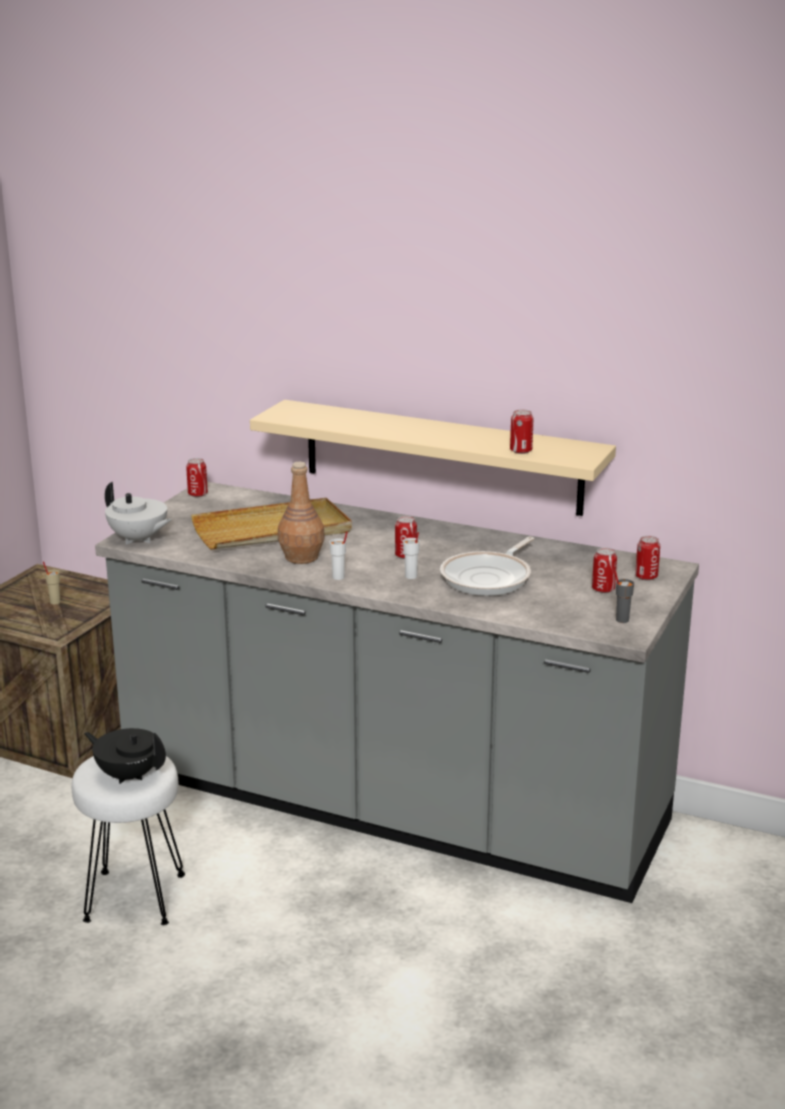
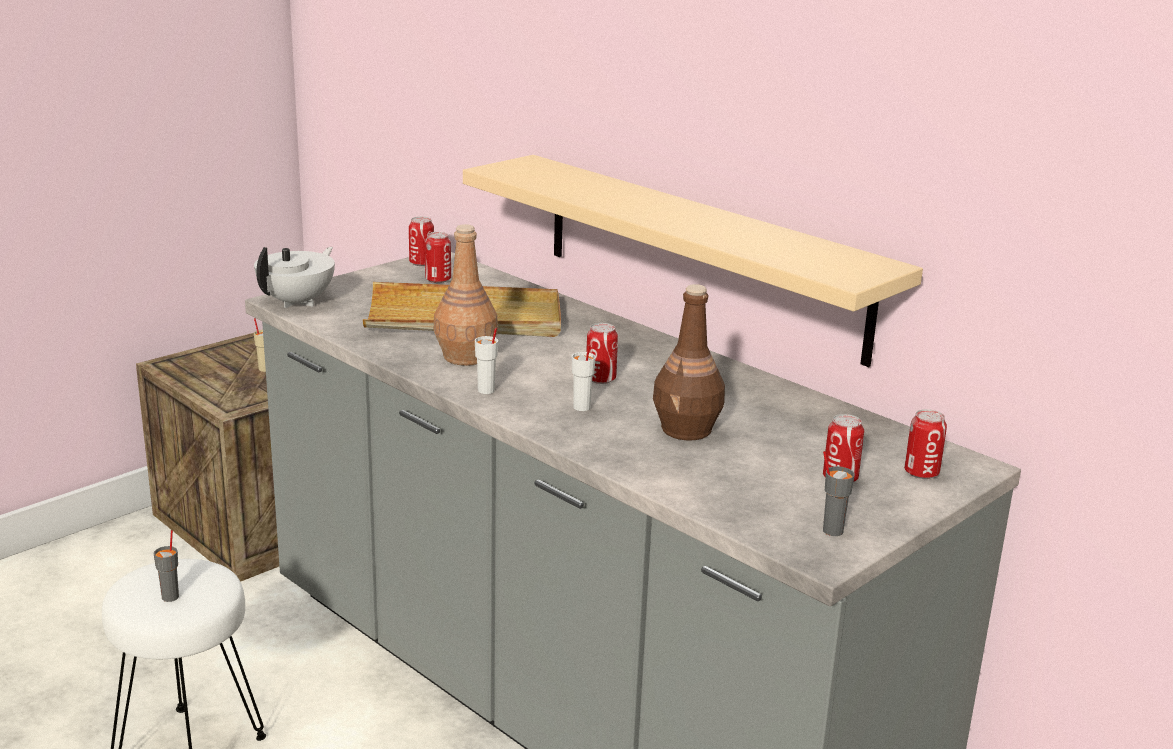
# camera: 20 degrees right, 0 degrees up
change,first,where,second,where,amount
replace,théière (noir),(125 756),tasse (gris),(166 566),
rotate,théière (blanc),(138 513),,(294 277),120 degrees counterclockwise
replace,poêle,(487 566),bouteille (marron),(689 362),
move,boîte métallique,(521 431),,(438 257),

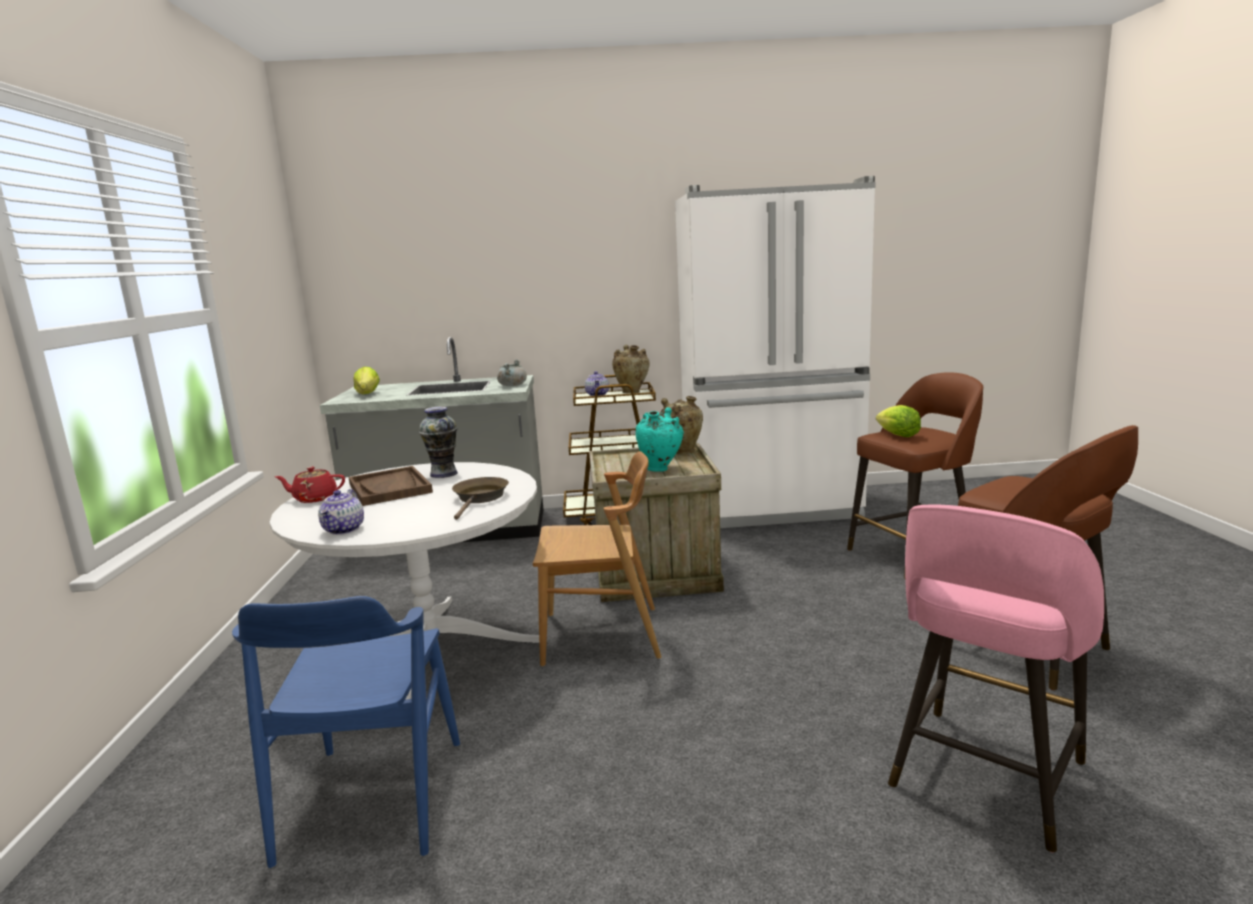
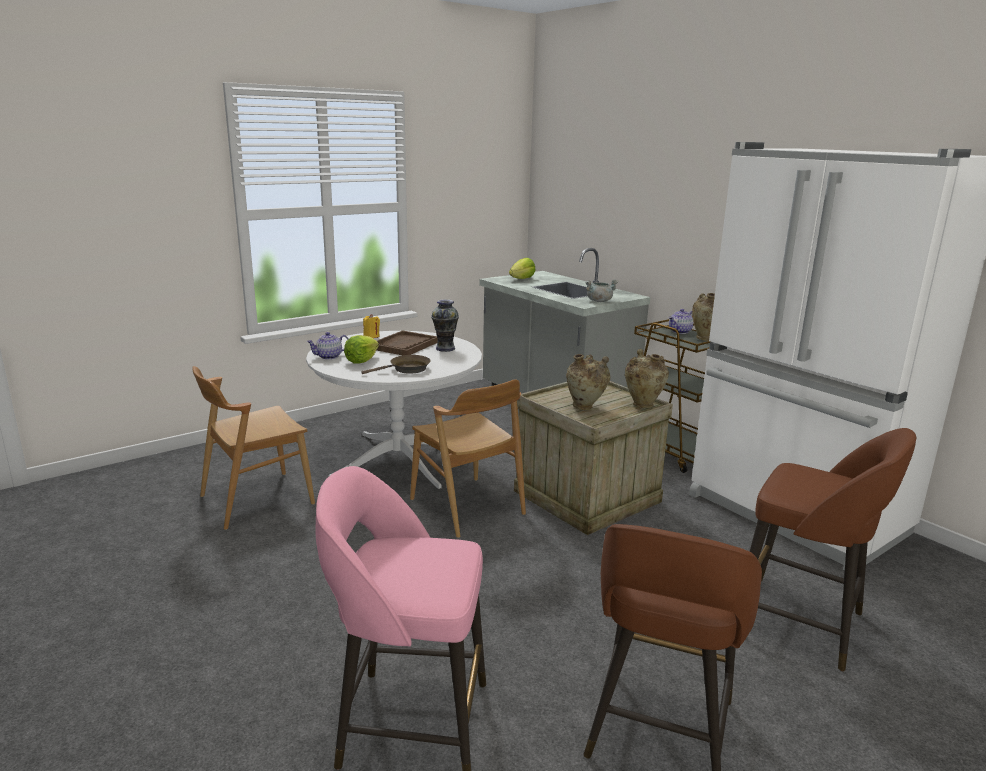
# camera: 55 degrees right, 5 degrees up
change,first,where,second,where,amount
recolor,chaise (bleu),(346 732),chaise (marron),(253 448),
replace,théière (rouge),(310 485),bougie (jaune),(371 326),
recolor,vase (turquoise),(659 439),vase (beige),(588 382),
move,laitue,(898 421),,(361 349),

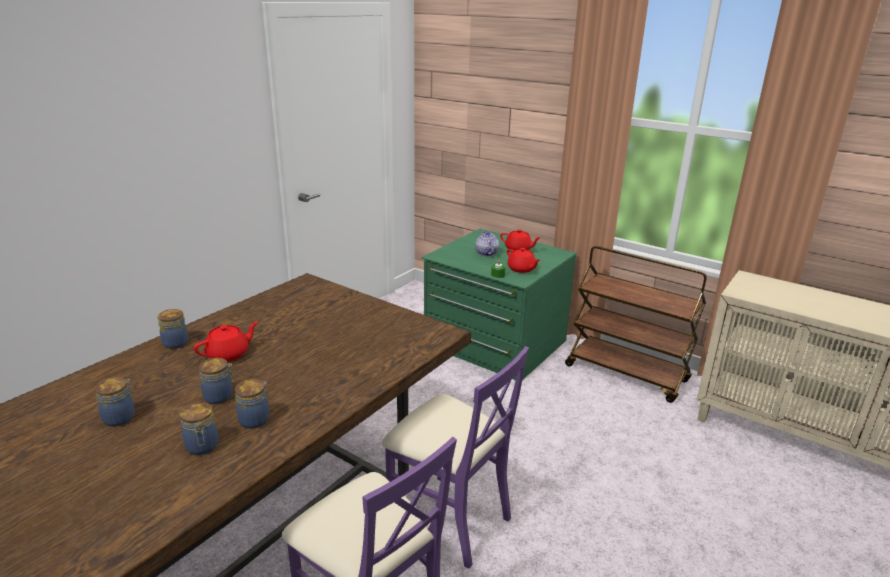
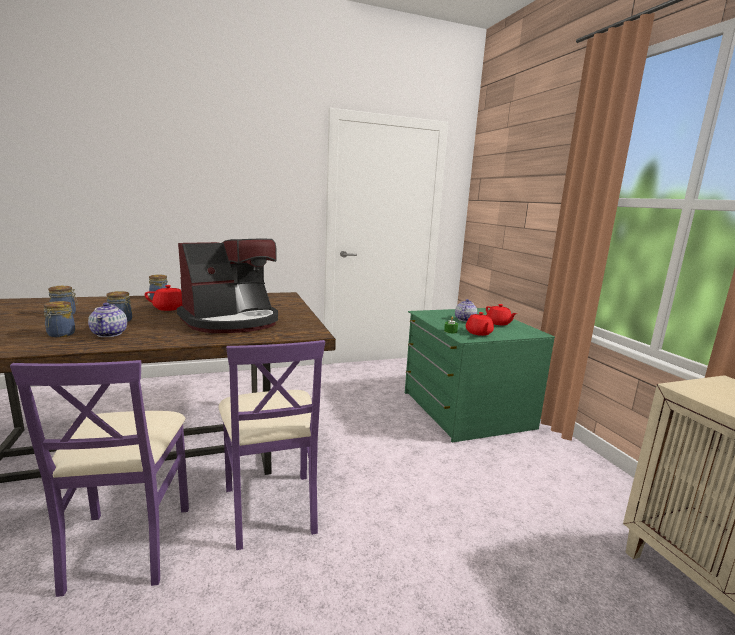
# camera: 35 degrees right, 10 degrees down
change,first,where,second,where,amount
replace,bocal,(252 404),théière,(107 319),
delete,chariot (marron),(636 324),,,
insert,,,machine à café,(227 286),

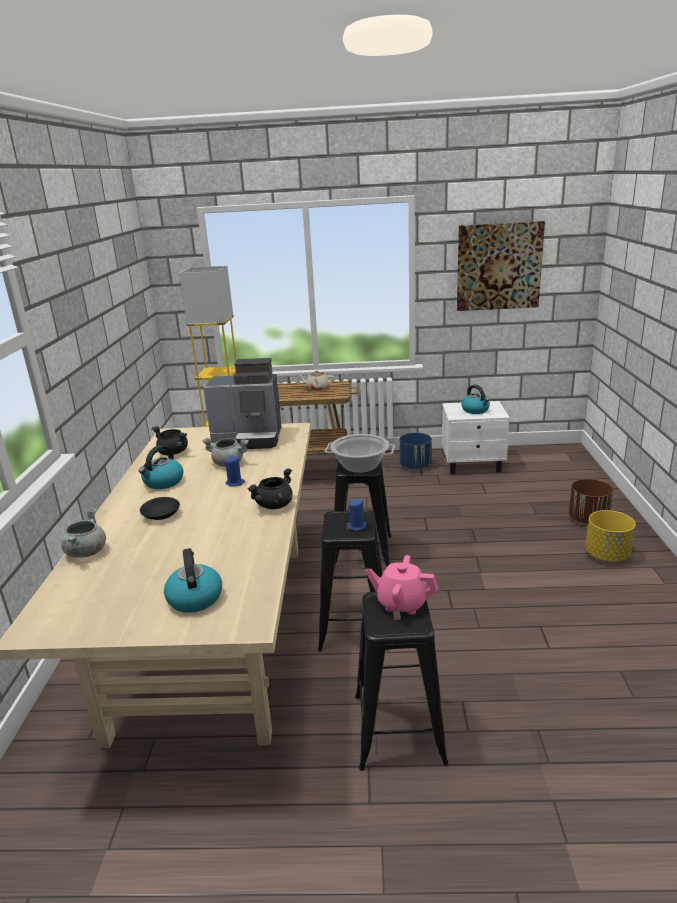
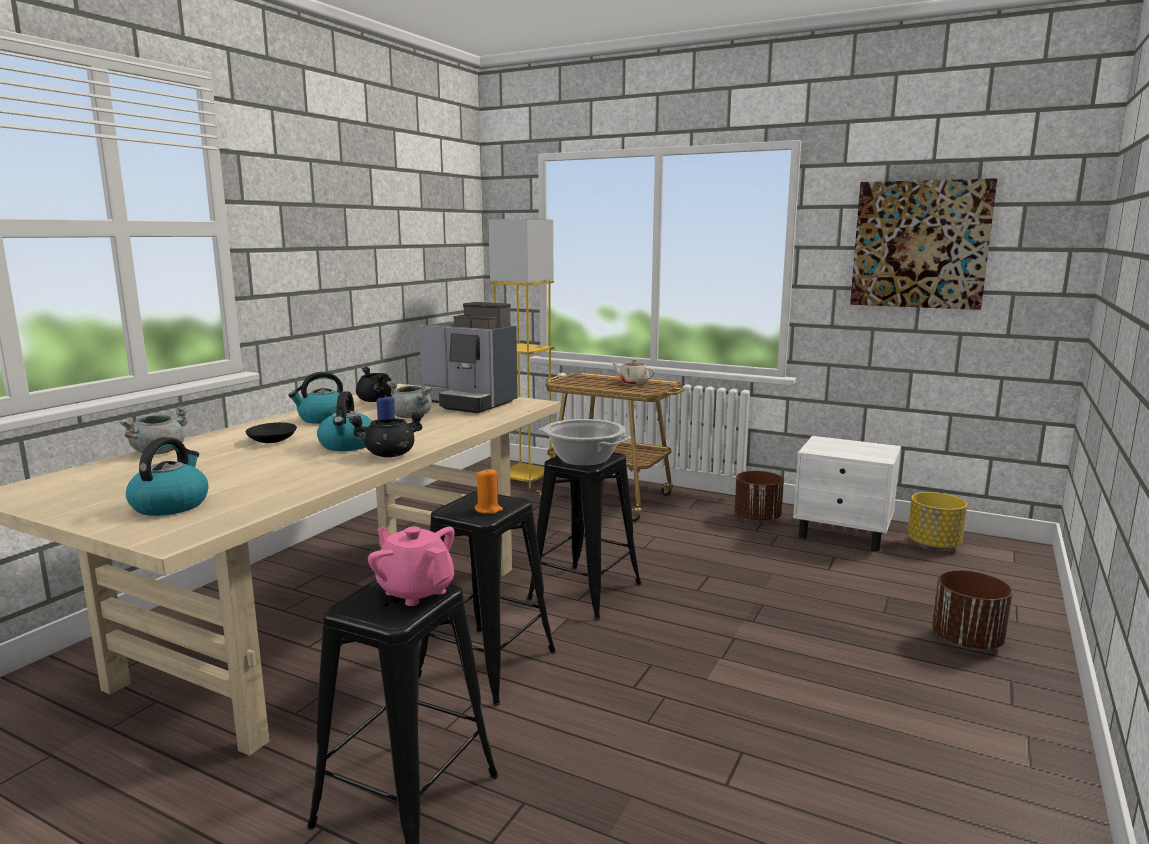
# camera: 25 degrees right, 10 degrees down
change,first,where,second,where,amount
recolor,bougie (bleu),(357 515),bougie (orange),(489 491),
recolor,cache-pot (bleu),(416 451),cache-pot (marron),(759 497),
move,bouilloire,(475 399),,(344 421),
move,cache-pot (jaune),(610 536),,(937 521),

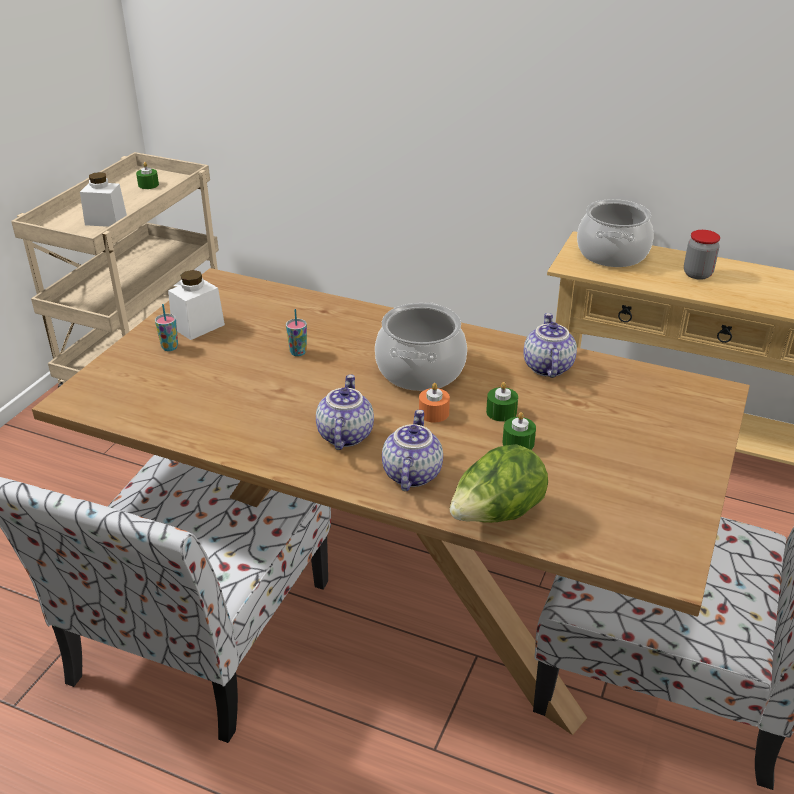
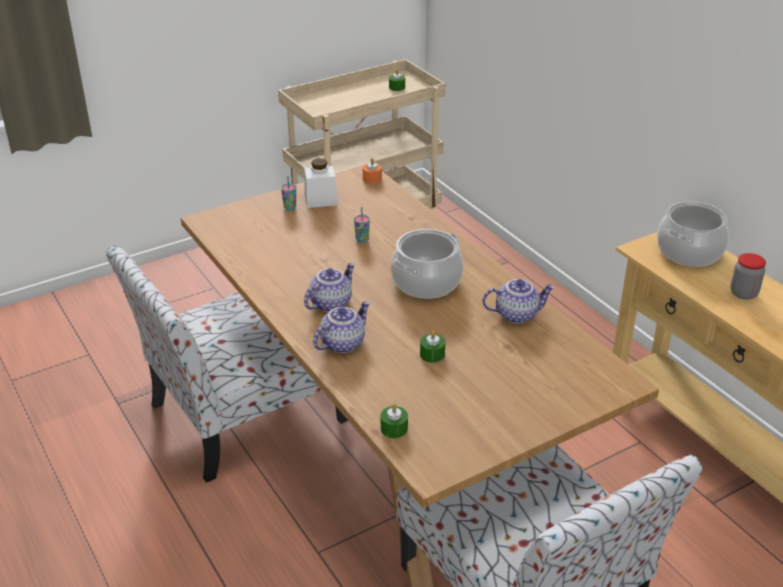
# camera: 35 degrees right, 0 degrees up
change,first,where,second,where,amount
delete,bocal (blanc),(103 199),,,
move,bougie (orange),(434 403),,(372 171),
delete,laitue,(499 483),,,
move,bougie (vert),(502 402),,(394 421),
rotate,théière,(550 345),,(518 301),45 degrees clockwise

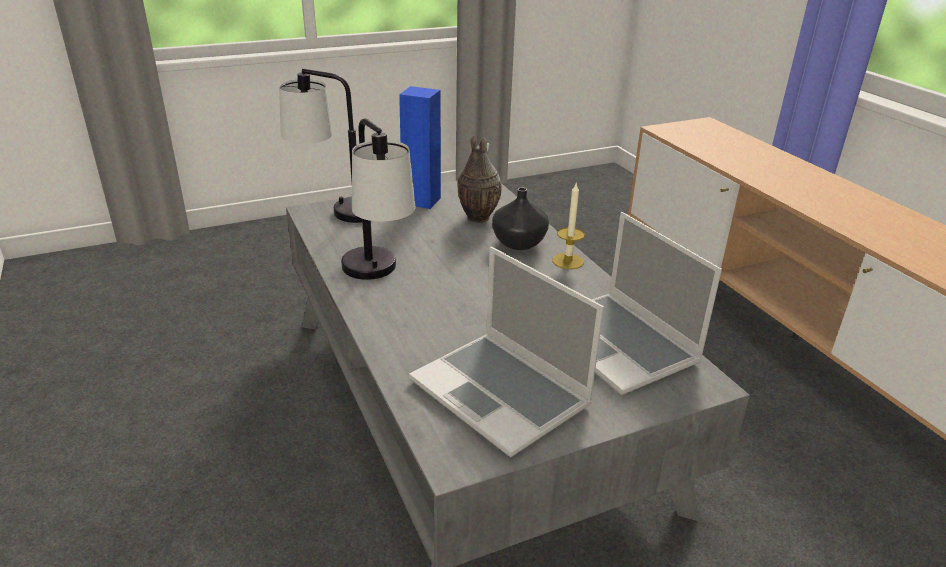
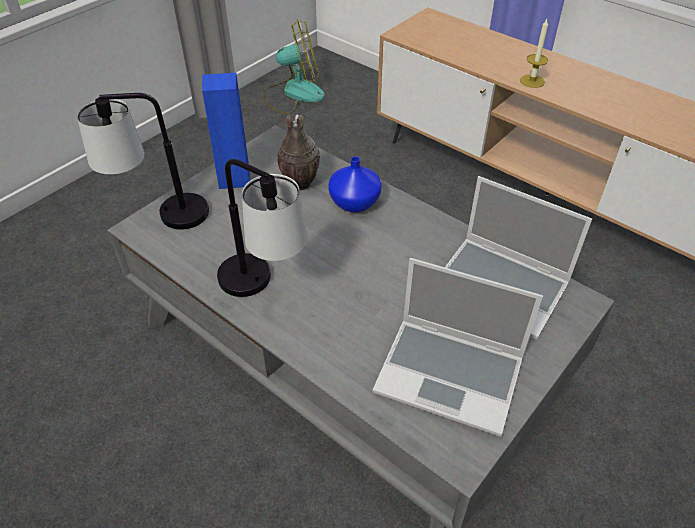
# camera: 25 degrees left, 15 degrees up
change,first,where,second,where,amount
recolor,vase (noir),(520 218),vase (bleu),(355 184),
move,bougie,(568 225),,(534 53),
insert,,,ventilateur,(293 66),

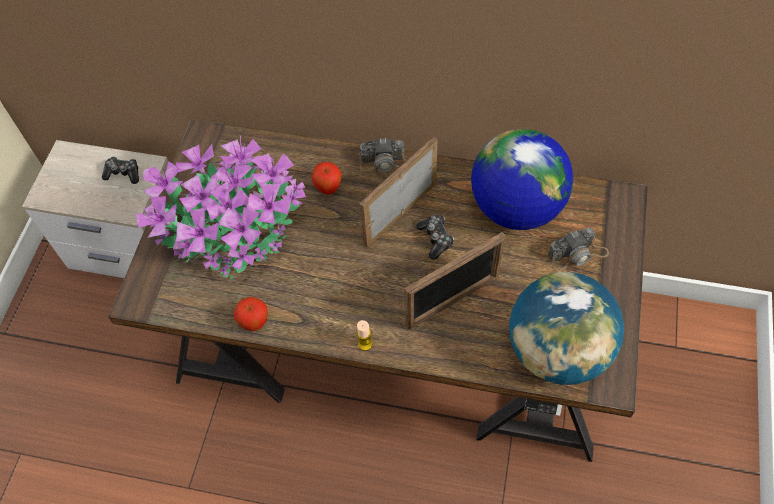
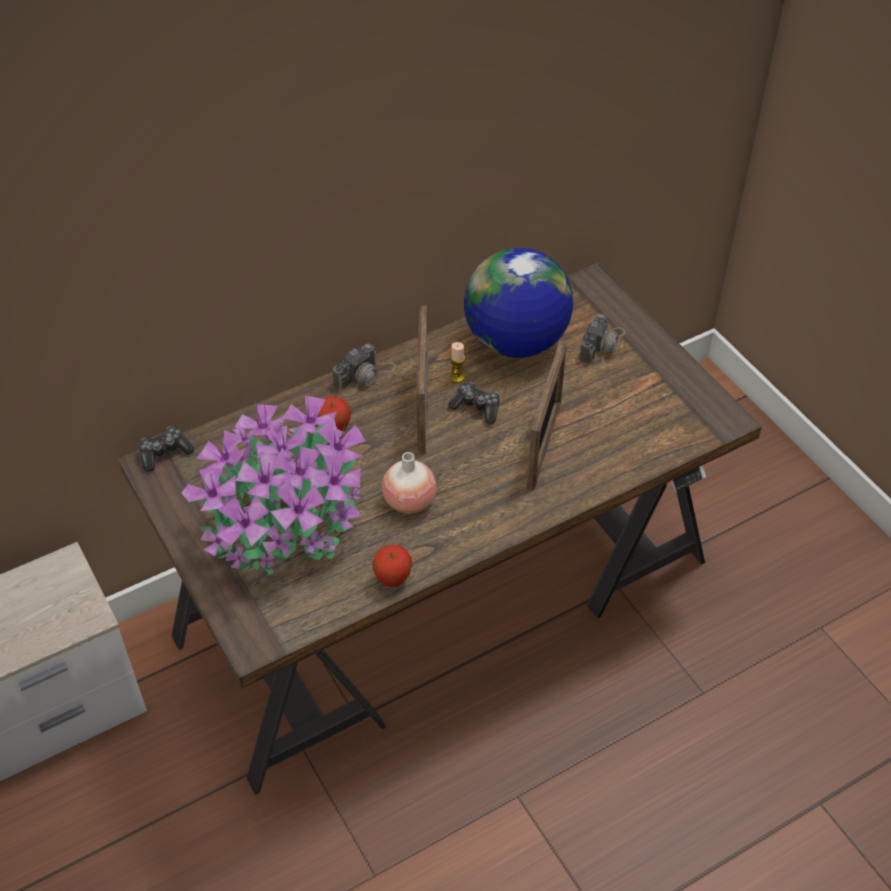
# camera: 45 degrees left, 10 degrees down
change,first,where,second,where,amount
move,manette,(120 170),,(166 449),
move,bougie,(364 335),,(457 362),
delete,globe,(566 328),,,
insert,,,vase,(409 482),

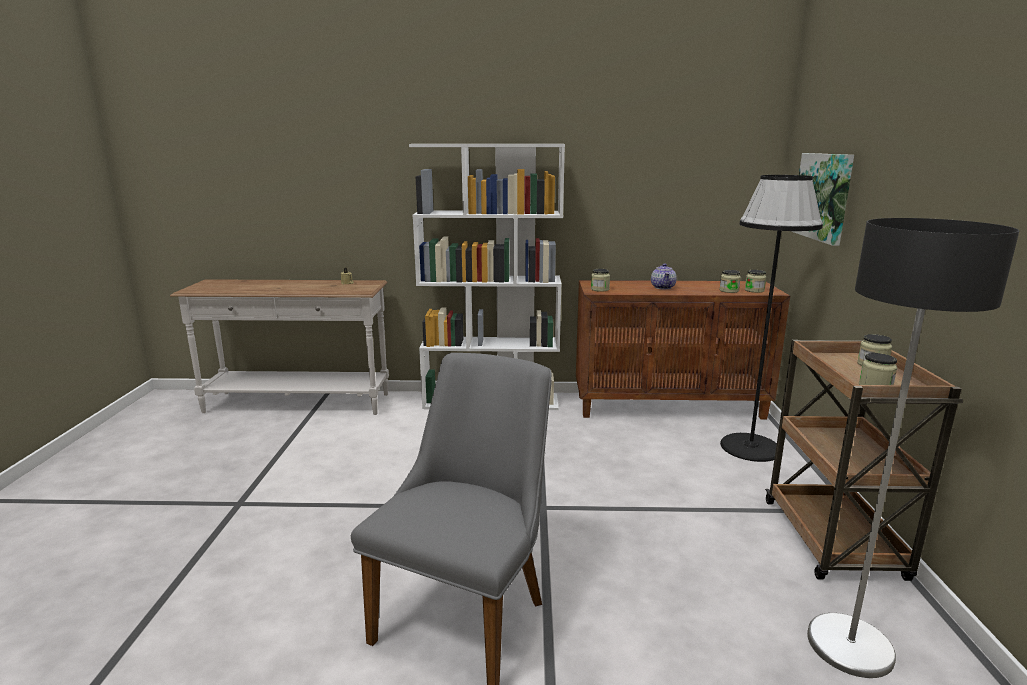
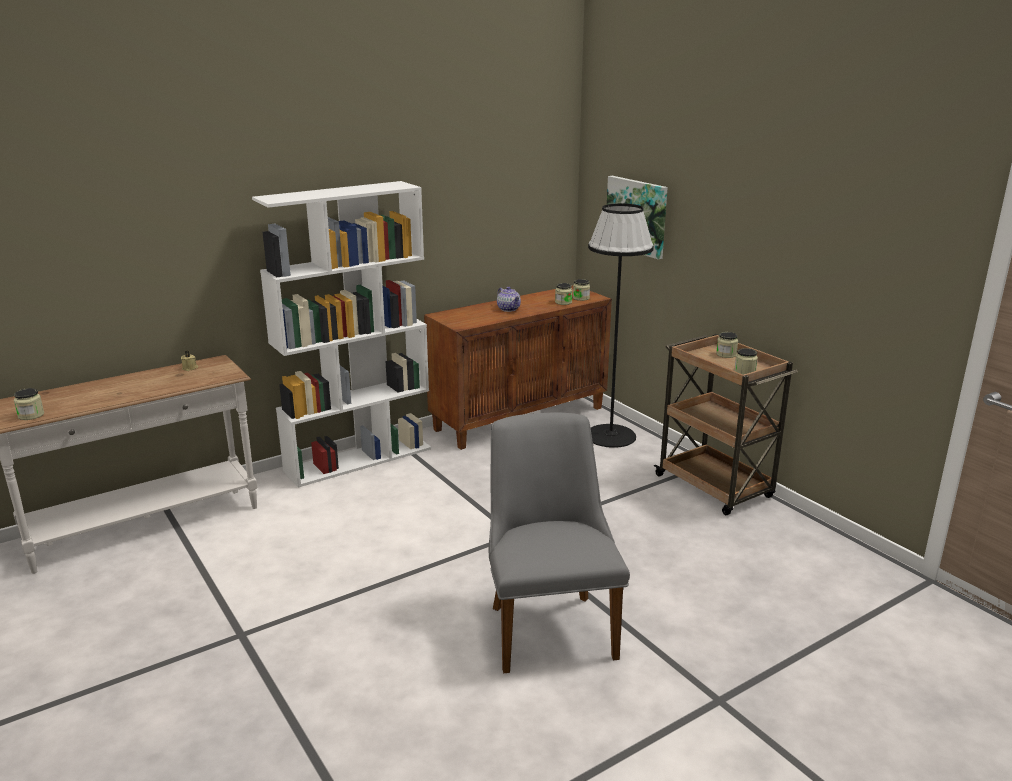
# camera: 35 degrees left, 5 degrees up
change,first,where,second,where,amount
move,bocal,(600 280),,(29 404),
delete,lampadaire,(913 448),,,

